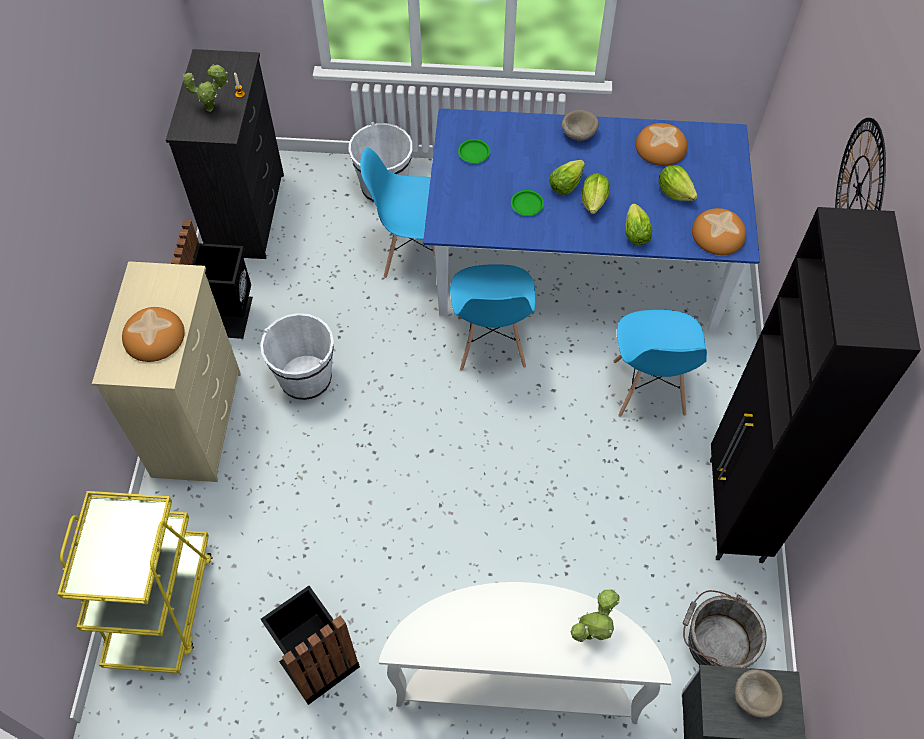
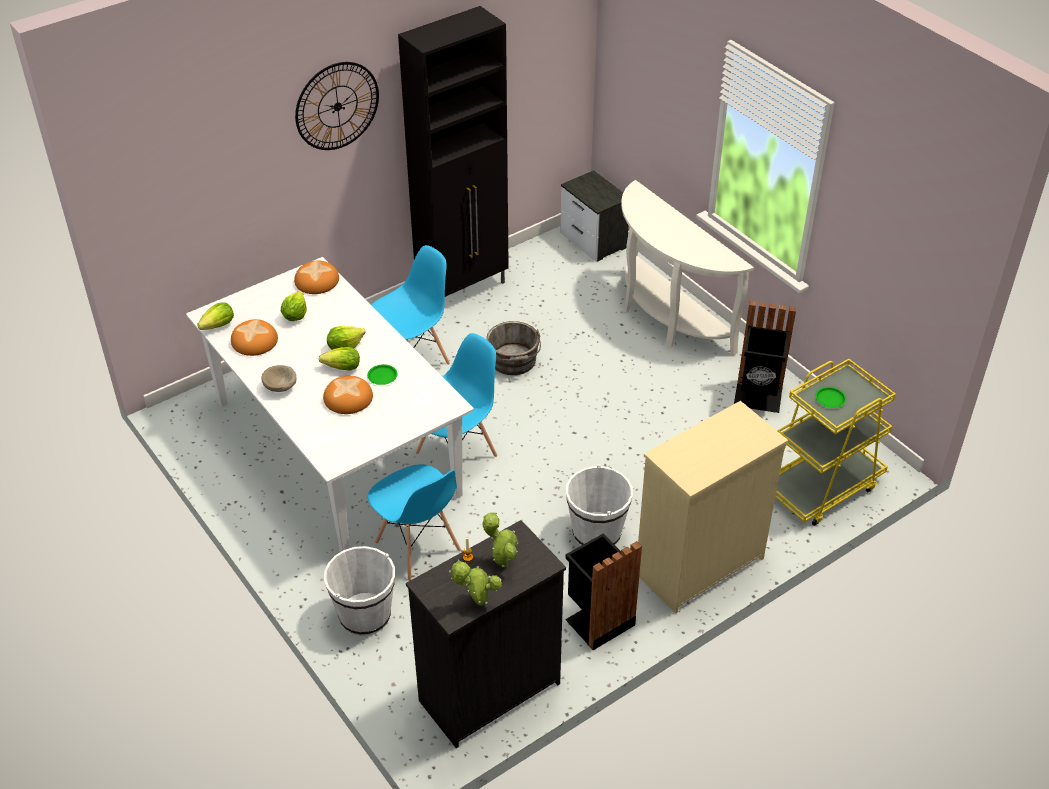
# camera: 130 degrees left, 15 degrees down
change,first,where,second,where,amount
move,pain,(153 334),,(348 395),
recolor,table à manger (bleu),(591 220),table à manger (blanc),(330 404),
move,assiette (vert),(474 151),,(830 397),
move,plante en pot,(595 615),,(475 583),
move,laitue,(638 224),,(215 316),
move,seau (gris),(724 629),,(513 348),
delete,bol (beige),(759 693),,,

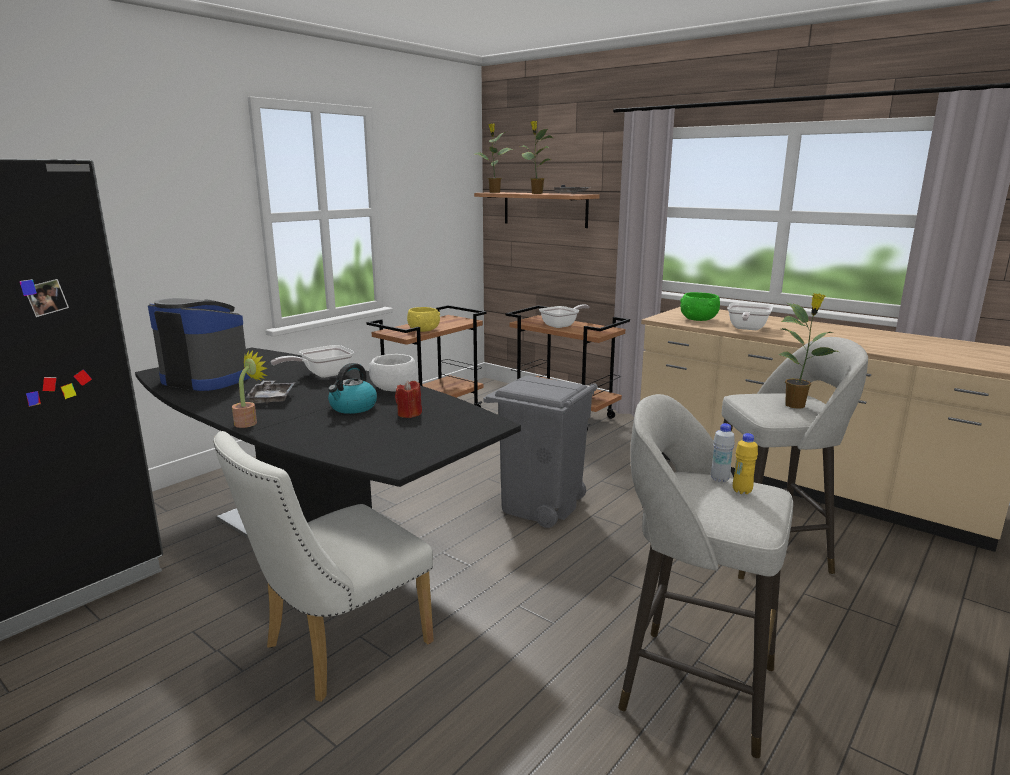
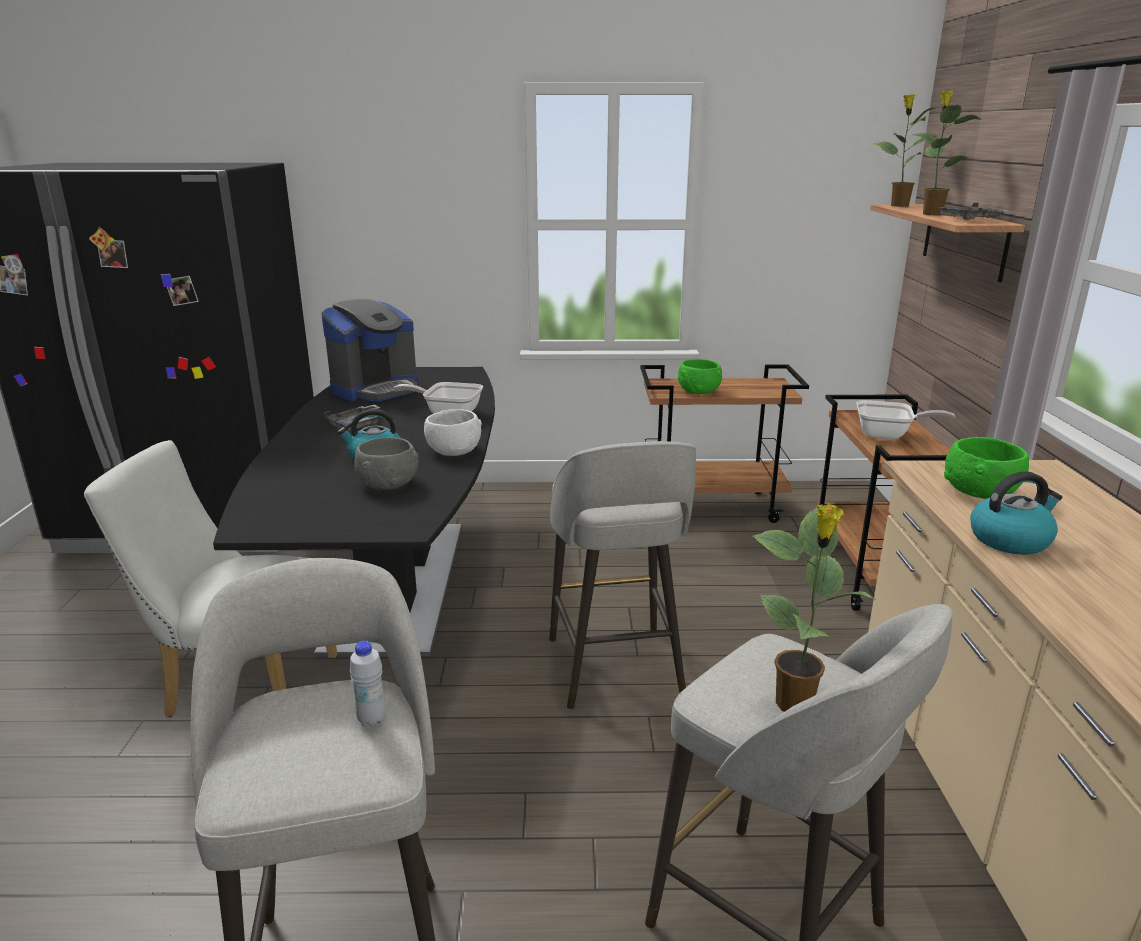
# camera: 50 degrees right, 5 degrees up
change,first,where,second,where,amount
rotate,machine à café,(199 344),,(369 350),60 degrees clockwise
delete,plante en pot,(249 389),,,
replace,bougie (rouge),(408 399),bol (gris),(386 463),
recolor,bol (jaune),(423 319),bol (vert),(700 376),
replace,poubelle (gris),(540 451),tabouret (gris),(622 575),
replace,poêle,(750 316),bouilloire,(1016 513),
delete,bouteille (jaune),(745 463),,,

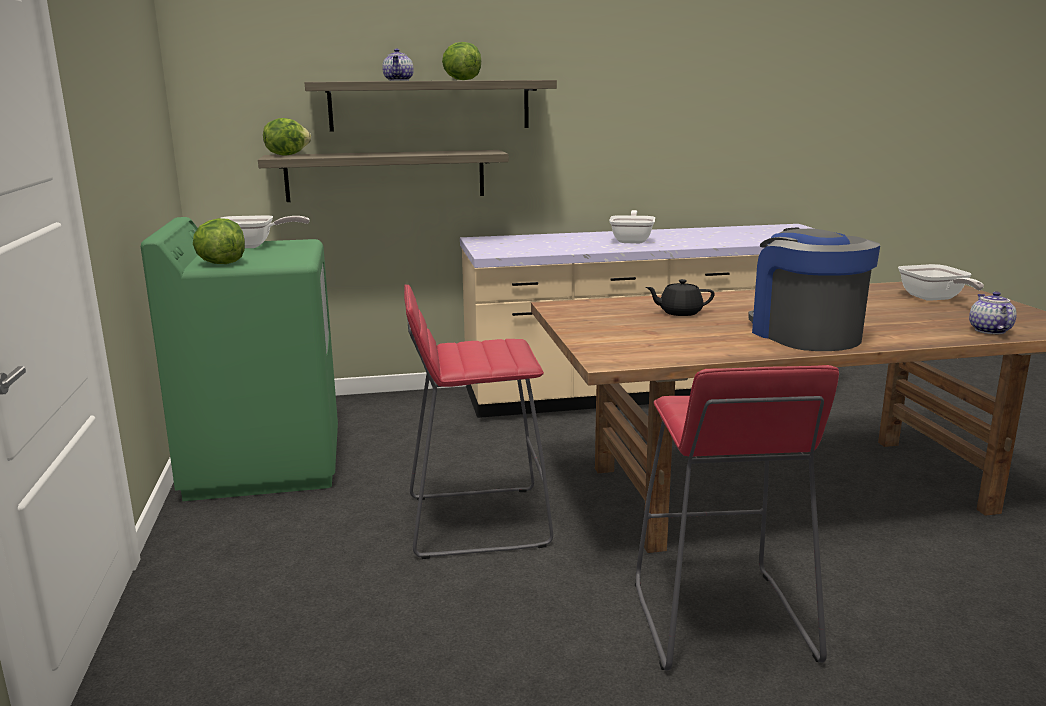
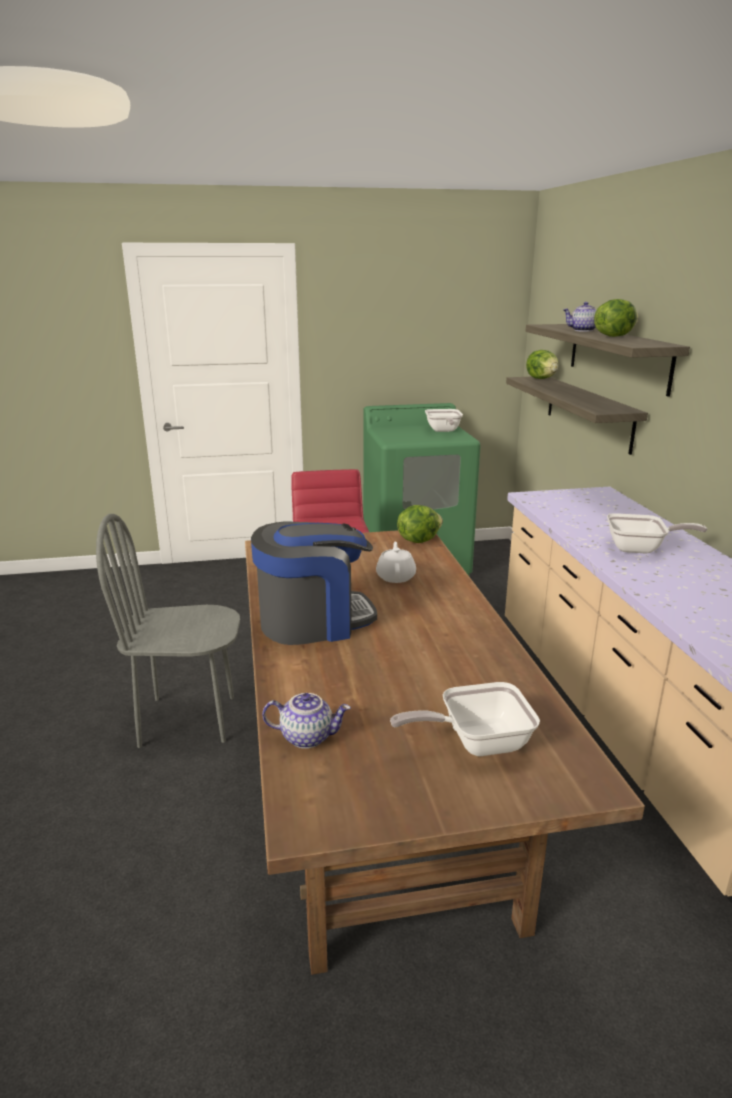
# camera: 90 degrees right, 5 degrees up
change,first,where,second,where,amount
move,laitue,(219 241),,(420 524),
replace,tabouret (rouge),(737 518),chaise (gris),(168 631),
recolor,théière (noir),(680 297),théière (blanc),(396 562),

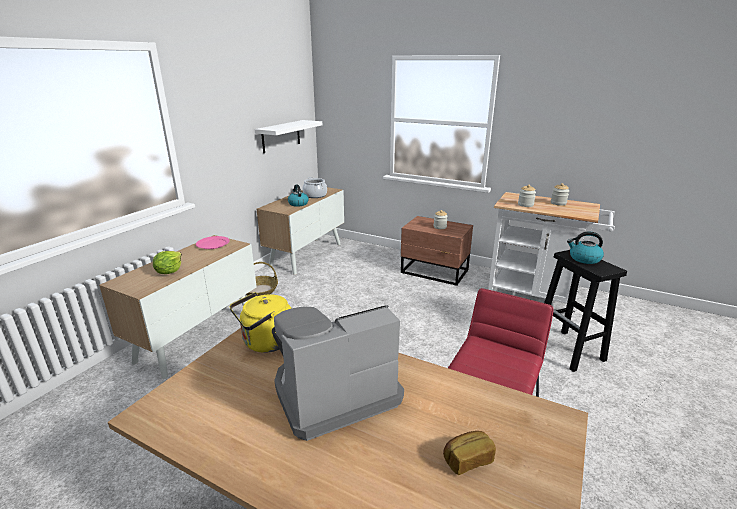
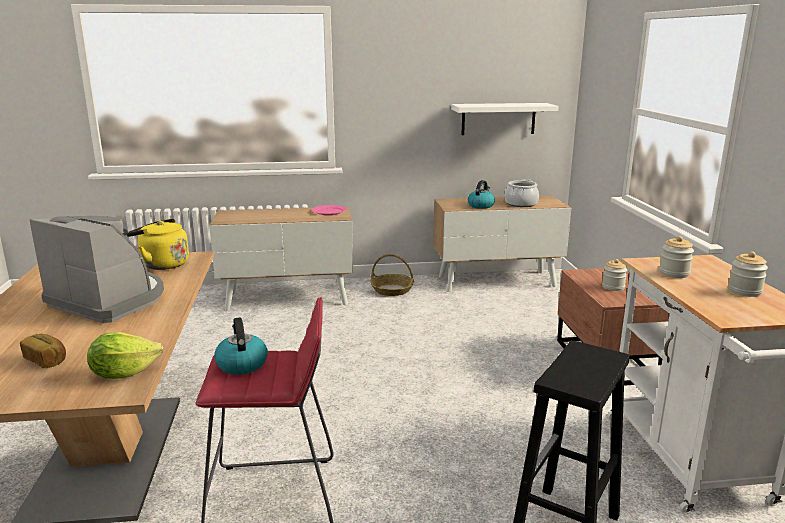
# camera: 55 degrees right, 5 degrees down
change,first,where,second,where,amount
move,laitue,(167 262),,(125 355),
move,bouilloire,(585 247),,(241 346),

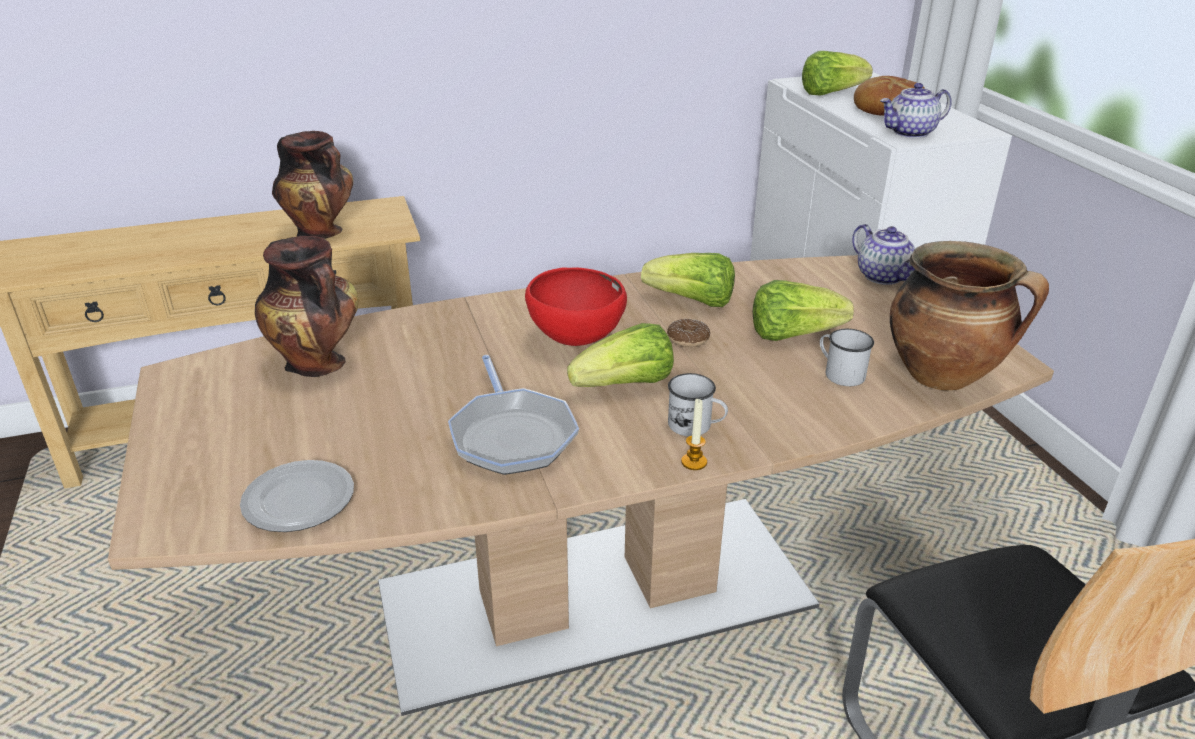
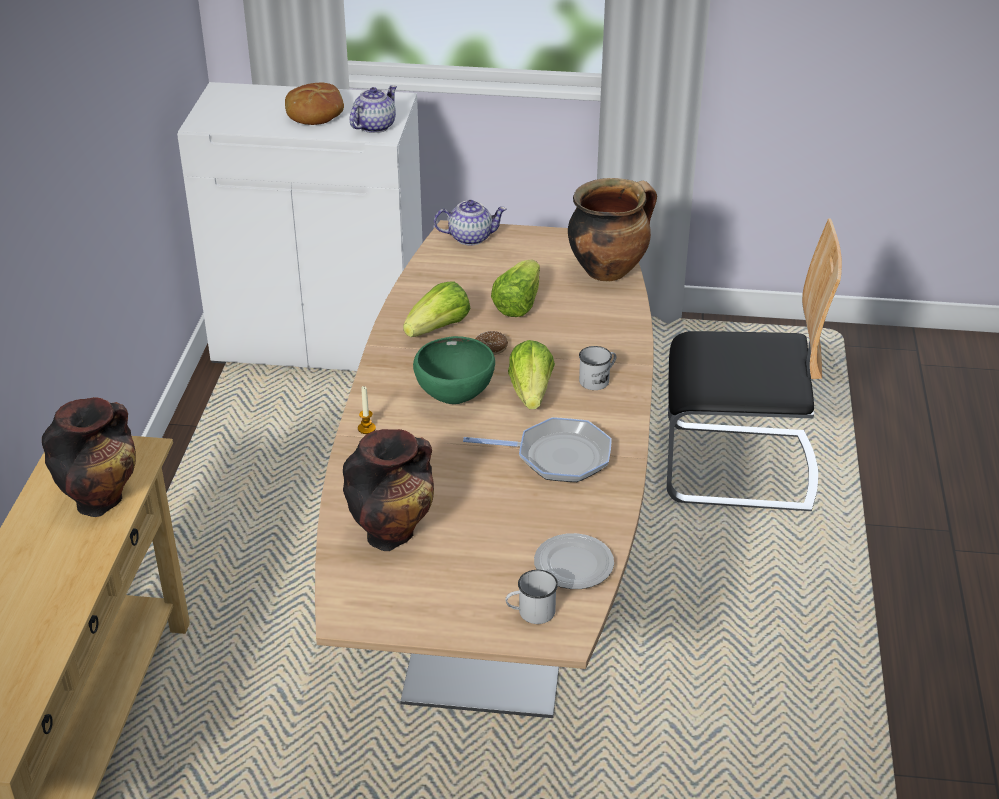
# camera: 65 degrees left, 5 degrees up
change,first,where,second,where,amount
recolor,bol (rouge),(576 306),bol (vert),(454 370),
move,bougie,(694 434),,(367 410),
delete,laitue,(837 73),,,
move,mug (blanc),(847 357),,(531 597),
rotate,théière,(916 110),,(373 109),150 degrees counterclockwise

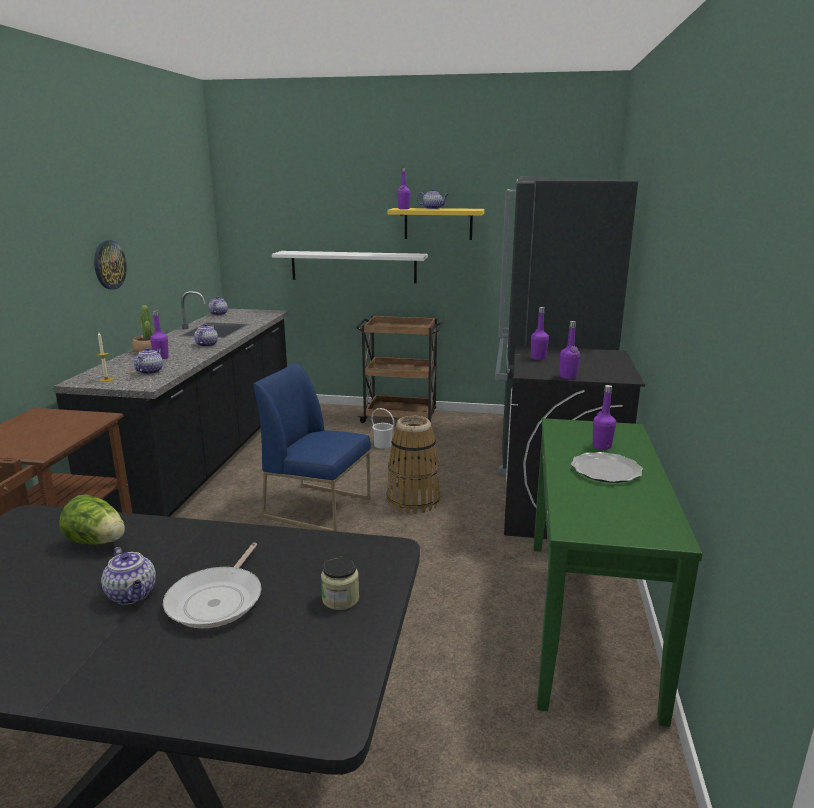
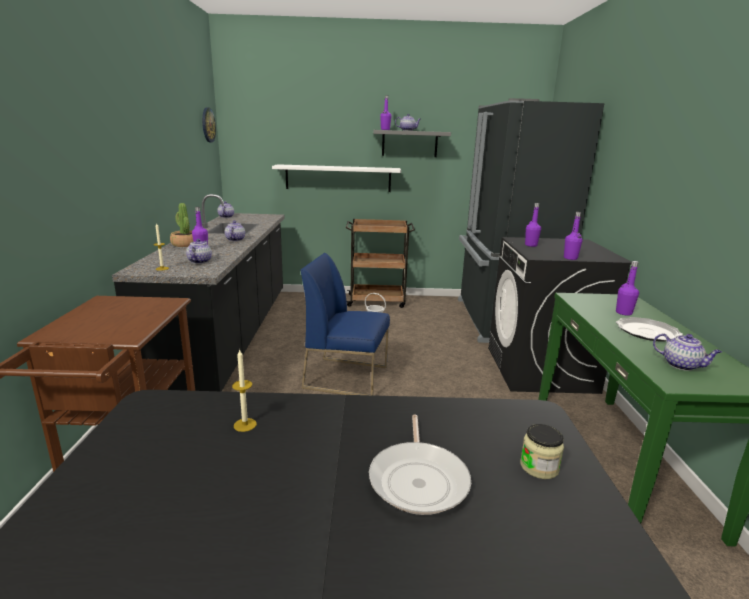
# camera: 10 degrees left, 0 degrees up
change,first,where,second,where,amount
replace,laitue,(92 519),bougie,(244 390),
move,horloge murale,(110 264),,(209 125),
move,théière,(128 576),,(687 352),
delete,panier,(413 465),,,
recolor,étagère (jaune),(436 224),étagère (gris),(412 143),

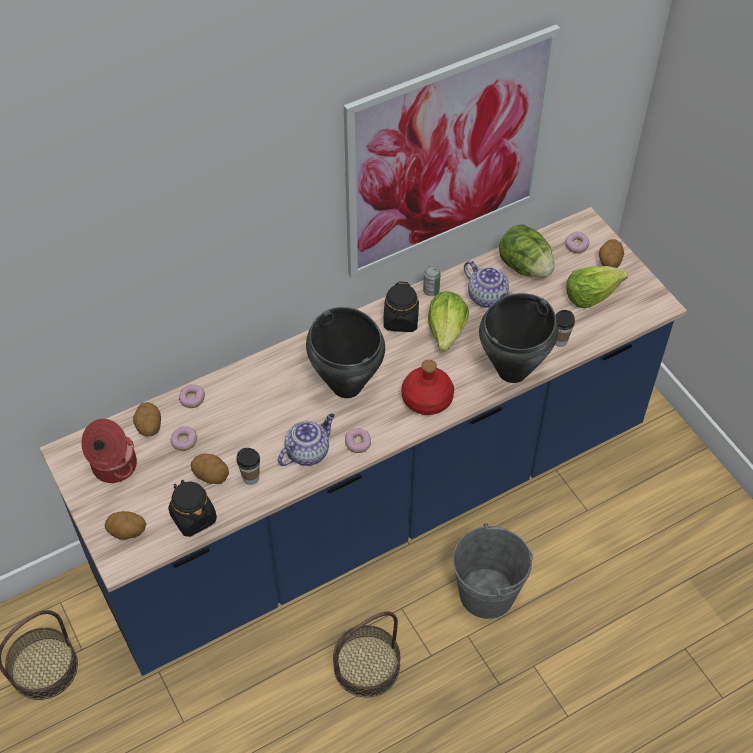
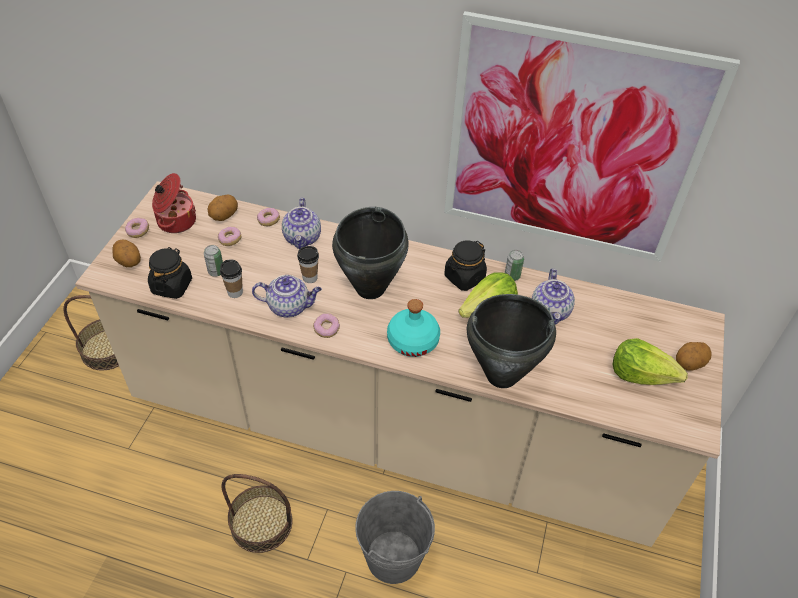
# camera: 45 degrees right, 5 degrees down
change,first,where,second,where,amount
recolor,comptoir de cuisine (bleu),(363 441),comptoir de cuisine (beige),(400 364),
replace,pomme de terre,(210 468),boîte métallique,(213 261),
recolor,bouteille (rouge),(427 387),bouteille (turquoise),(413 328),
delete,laitue,(527 250),,,
move,tasse,(565 328),,(308 264),
move,beignet,(577 242),,(137 228),
insert,,,théière,(301 223),

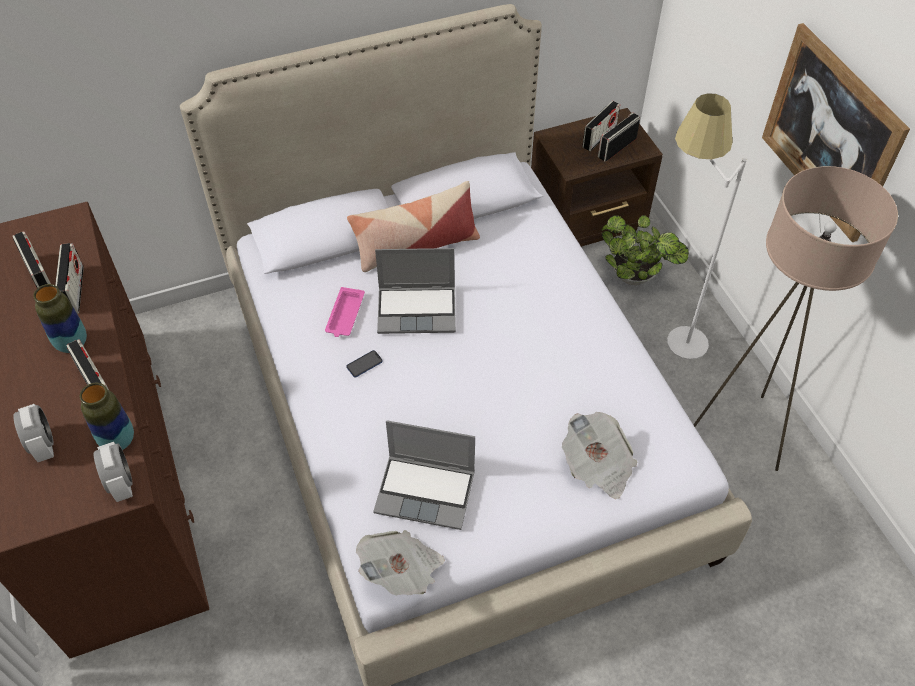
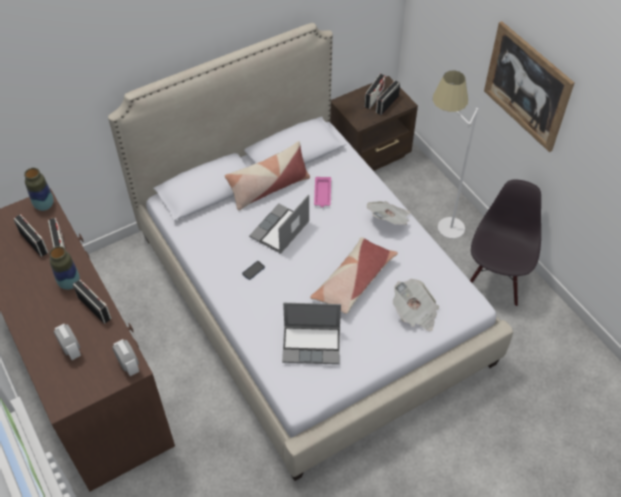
# camera: 10 degrees left, 0 degrees up
change,first,where,second,where,amount
move,vase,(106 416),,(39 189),
move,plateau (rose),(345 312),,(322 192),
move,journal,(400 563),,(388 213),
rotate,ordinateur portable,(415 291),,(279 224),135 degrees clockwise
delete,plante en pot,(645 250),,,
replace,lampadaire (beige),(795 318),chaise (noir),(505 242),
insert,,,coussin,(354 275),

